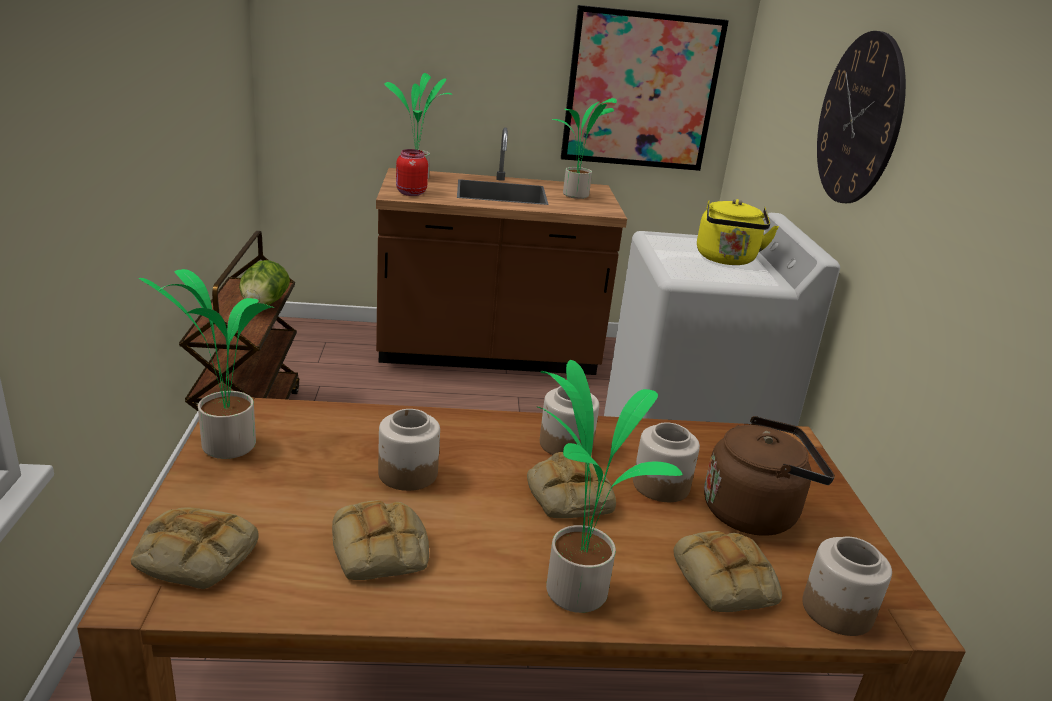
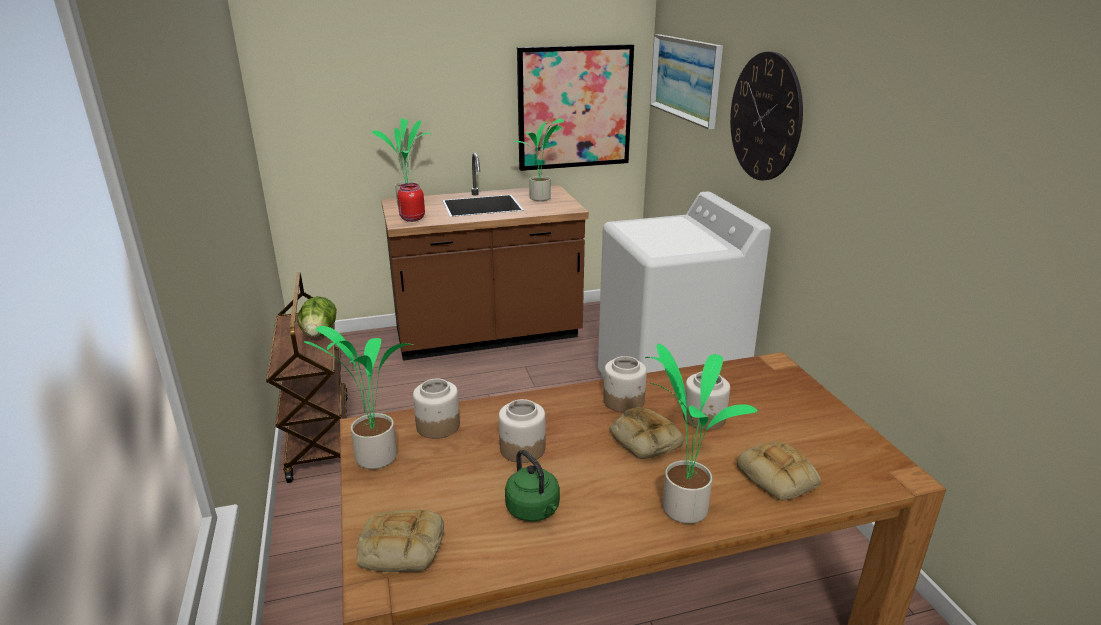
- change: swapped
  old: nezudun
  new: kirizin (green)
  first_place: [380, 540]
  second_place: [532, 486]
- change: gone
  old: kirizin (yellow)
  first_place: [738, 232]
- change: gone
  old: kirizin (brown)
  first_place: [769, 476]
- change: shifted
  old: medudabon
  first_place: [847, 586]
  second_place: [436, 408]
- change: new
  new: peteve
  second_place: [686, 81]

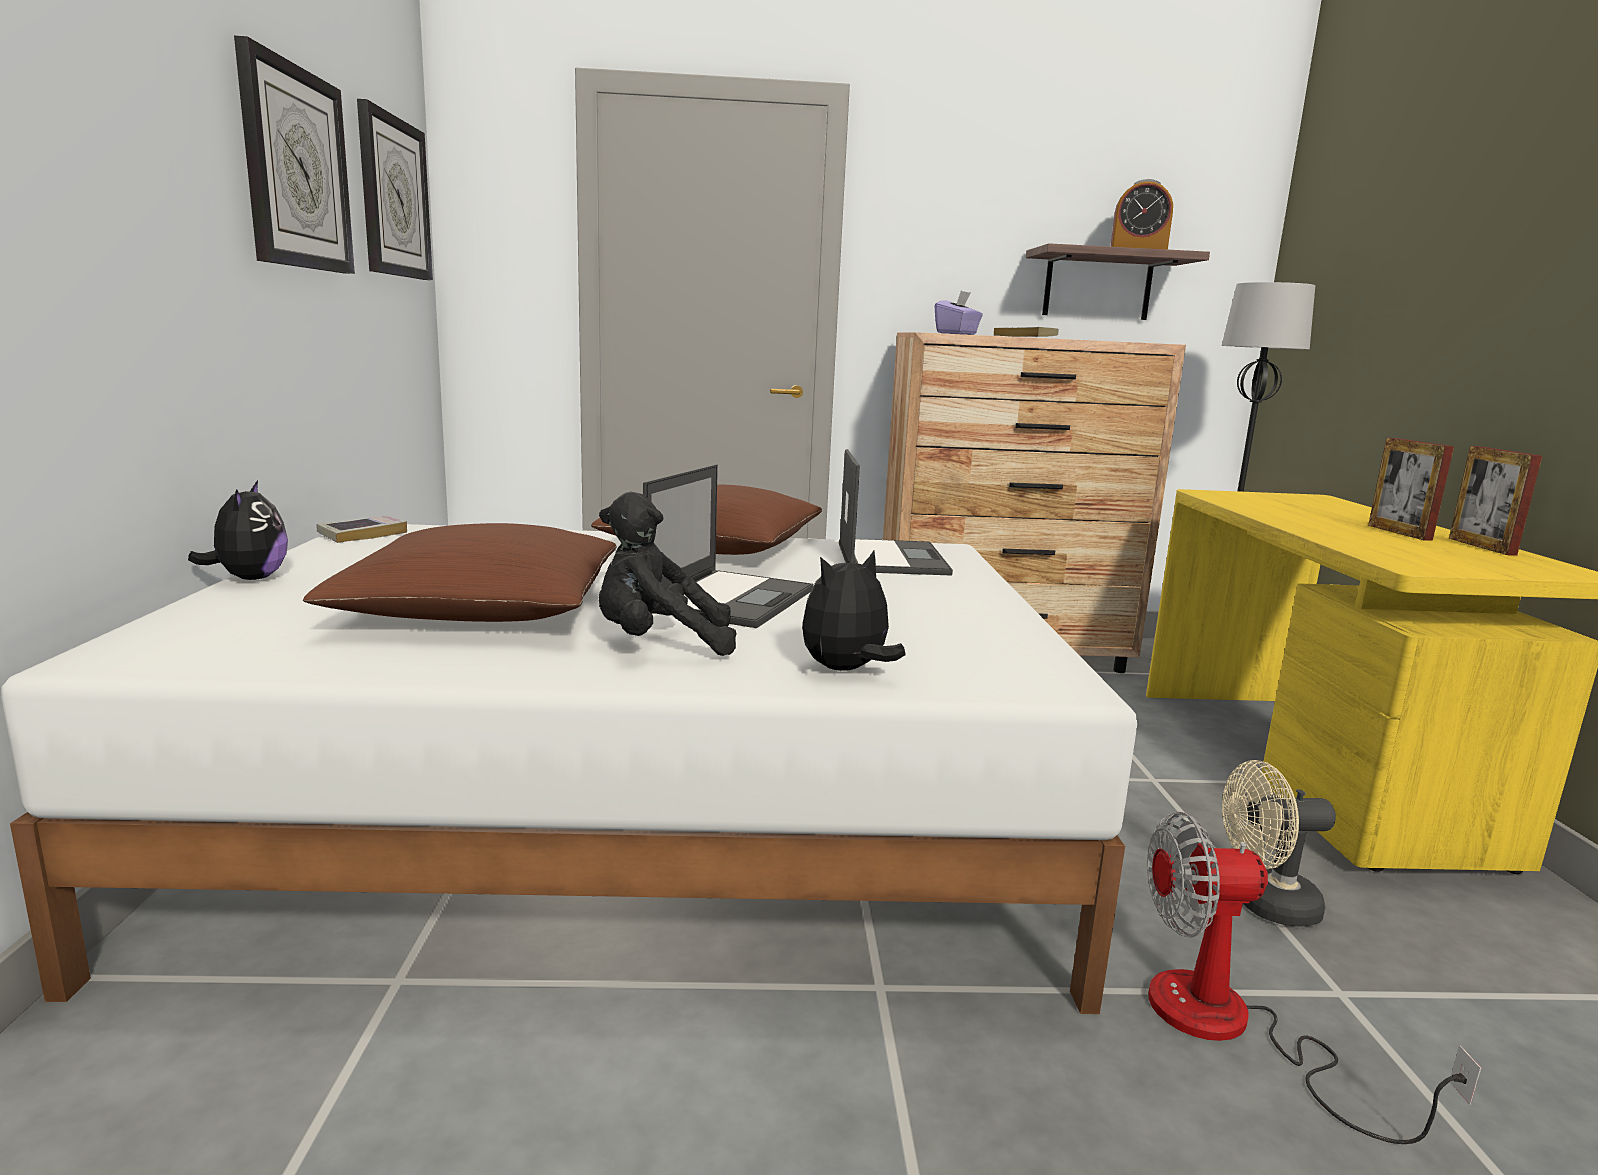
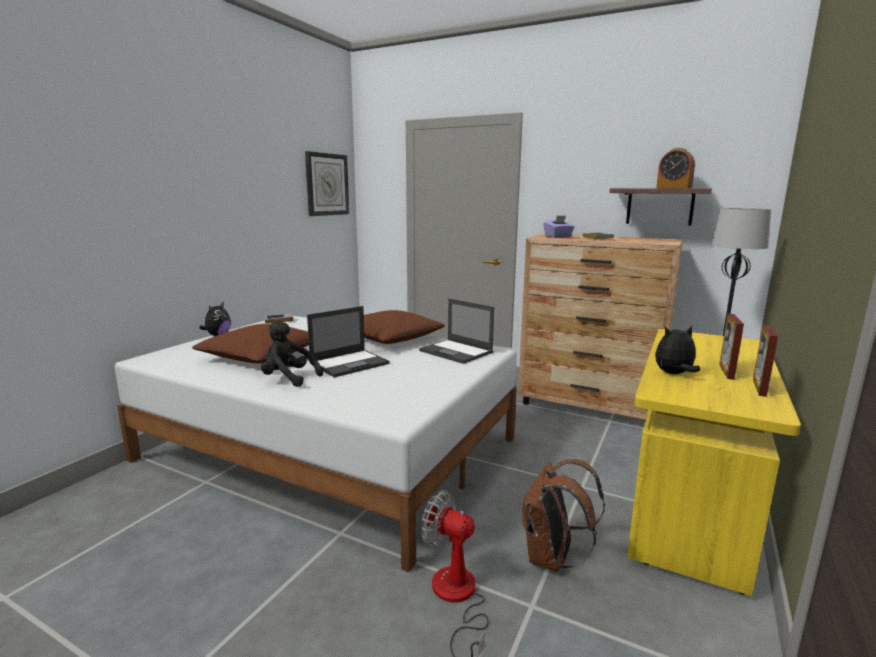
- change: gone
  old: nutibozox
  first_place: [294, 155]
- change: shifted
  old: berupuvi
  first_place: [853, 611]
  second_place: [677, 350]
- change: rotated
  old: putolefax
  first_place: [896, 512]
  second_place: [456, 331]
  degrees: 105
- change: swapped
  old: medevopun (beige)
  new: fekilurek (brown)
  first_place: [1279, 843]
  second_place: [563, 515]

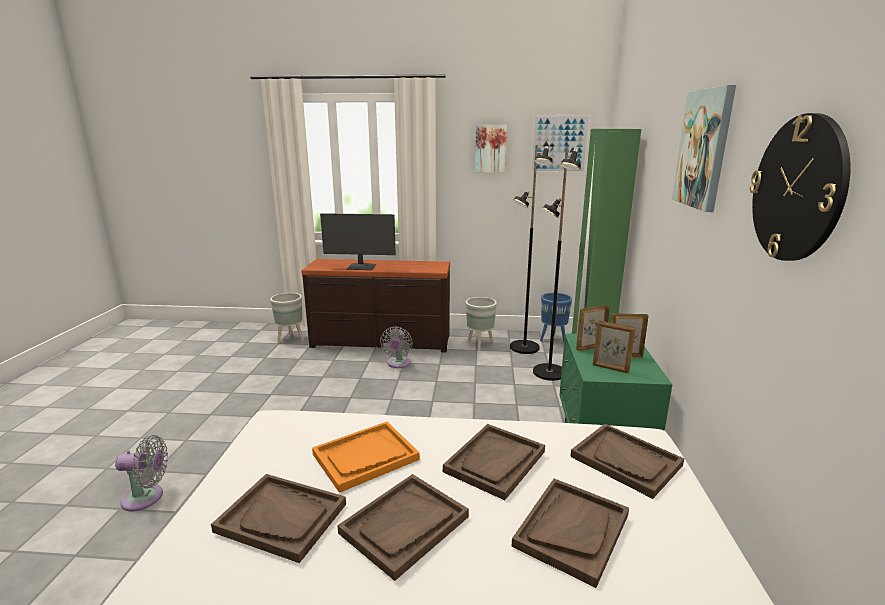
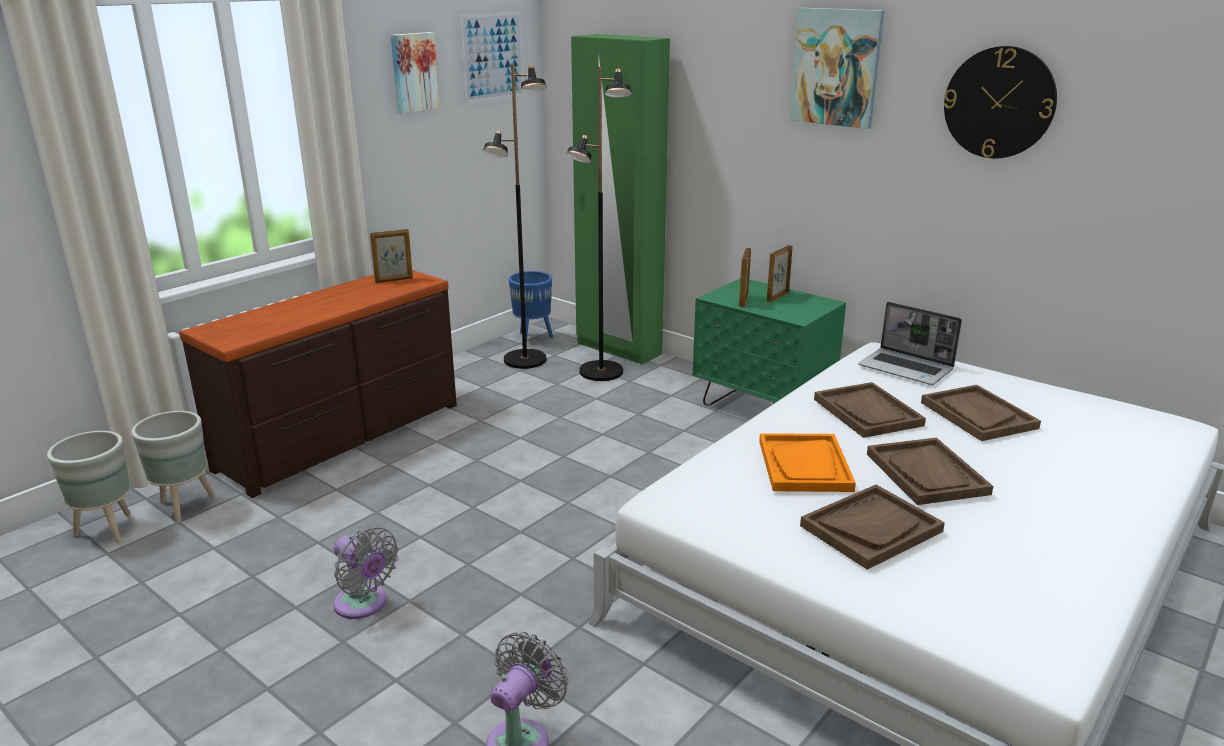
- change: gone
  old: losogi
  first_place: [358, 241]
- change: shifted
  old: medevopun (grey)
  first_place: [396, 347]
  second_place: [366, 573]
- change: shifted
  old: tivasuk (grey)
  first_place: [481, 324]
  second_place: [89, 487]
- change: swapped
  old: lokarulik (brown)
  new: putolefax
  first_place: [627, 461]
  second_place: [910, 343]
- change: shifted
  old: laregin
  first_place: [614, 346]
  second_place: [391, 256]

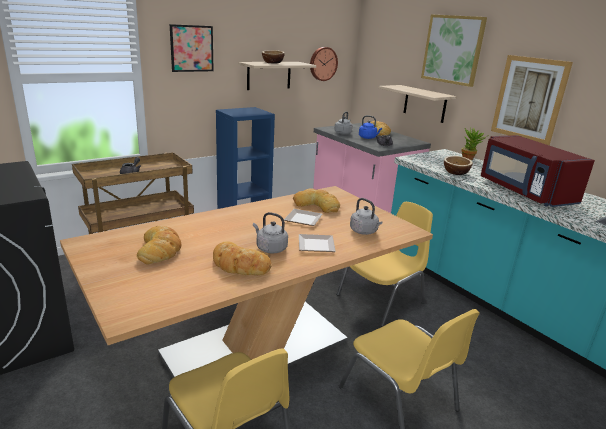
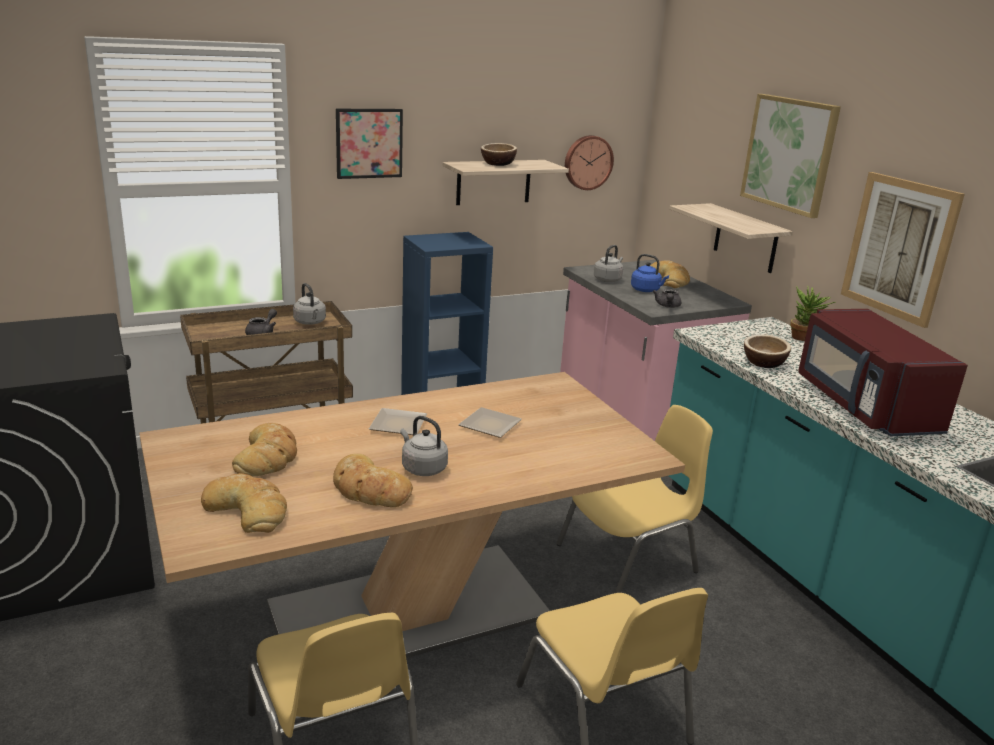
- change: shifted
  old: nezudun
  first_place: [316, 201]
  second_place: [244, 503]
- change: shifted
  old: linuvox
  first_place: [317, 243]
  second_place: [398, 421]
- change: shifted
  old: kirizin (grey)
  first_place: [366, 216]
  second_place: [309, 304]

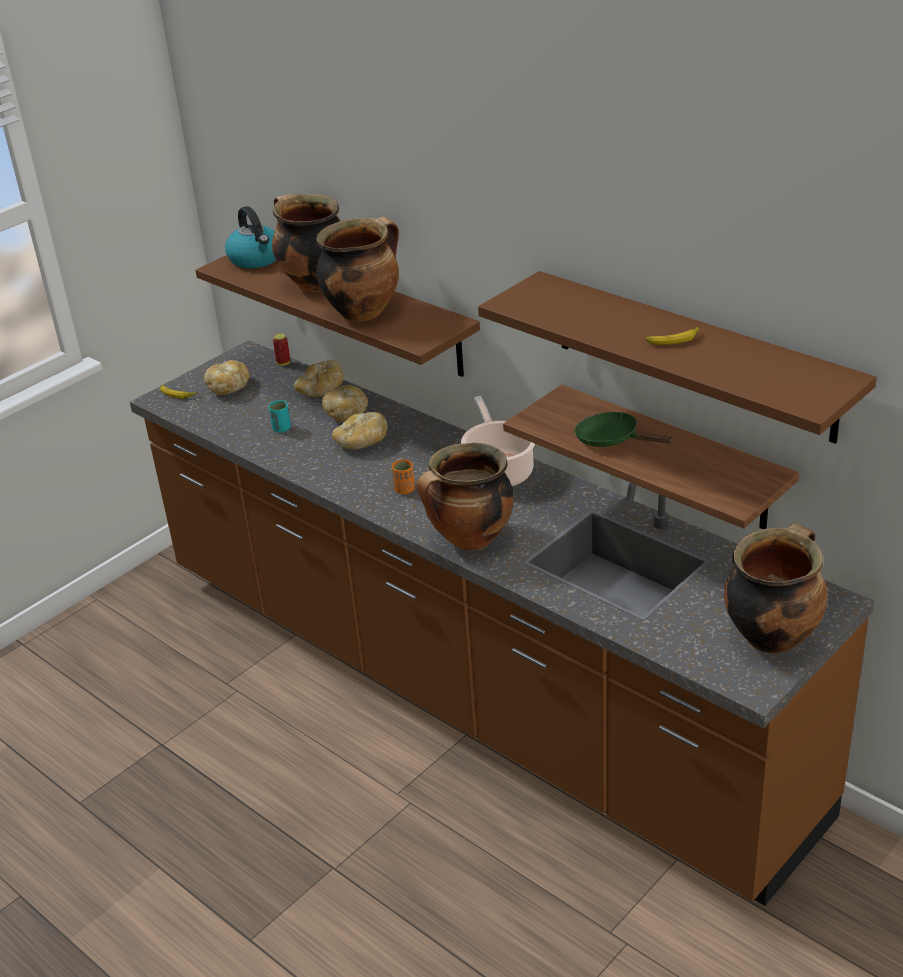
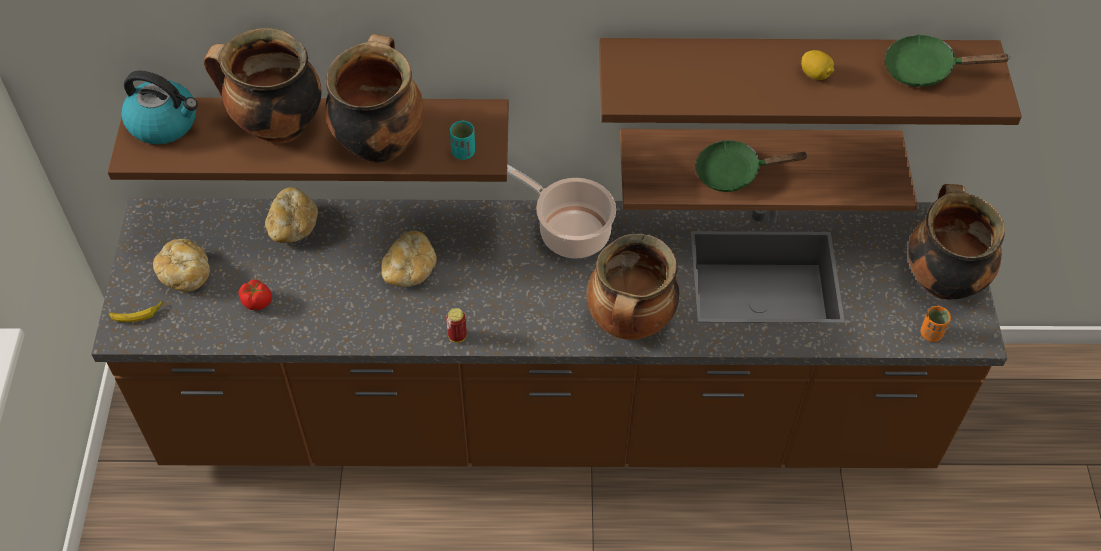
- change: shifted
  old: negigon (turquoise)
  first_place: [279, 416]
  second_place: [462, 140]
- change: shifted
  old: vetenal
  first_place: [281, 349]
  second_place: [456, 325]
- change: gone
  old: nezudun
  first_place: [345, 403]
- change: shifted
  old: negigon (orange)
  first_place: [403, 476]
  second_place: [936, 324]
- change: swapped
  old: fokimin
  new: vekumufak
  first_place: [672, 336]
  second_place: [817, 65]
- change: new
  new: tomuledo
  second_place: [255, 295]
- change: new
  new: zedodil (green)
  second_place: [948, 60]

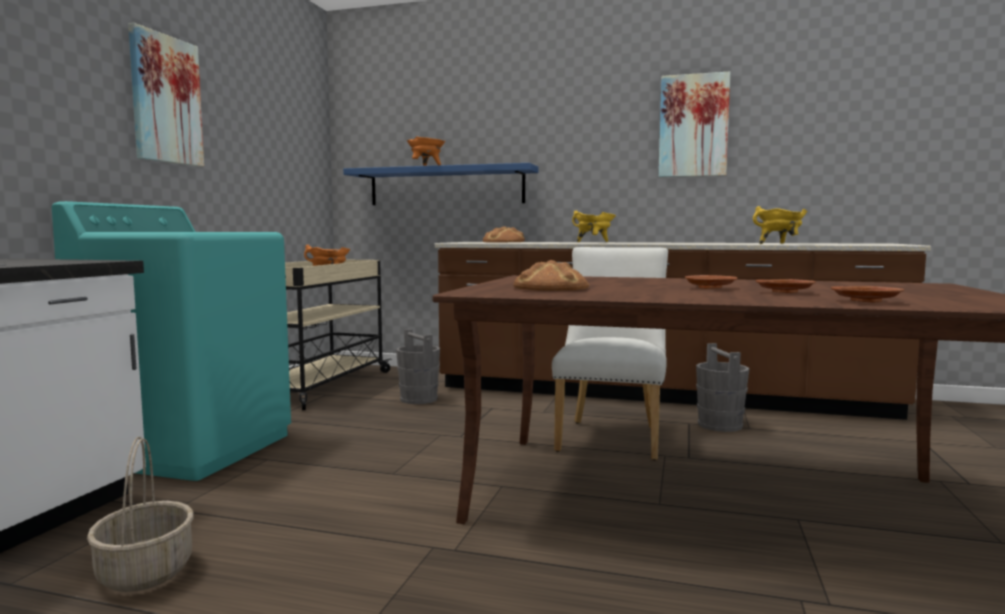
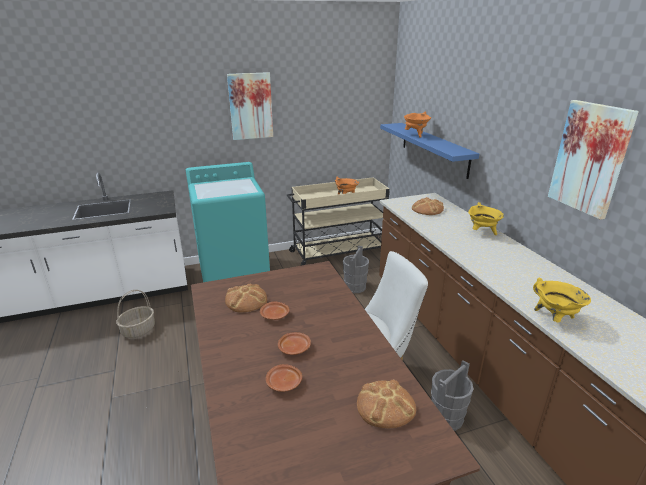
- change: shifted
  old: linuvox (brown)
  first_place: [867, 294]
  second_place: [274, 311]
- change: new
  new: nezudun
  second_place: [386, 404]

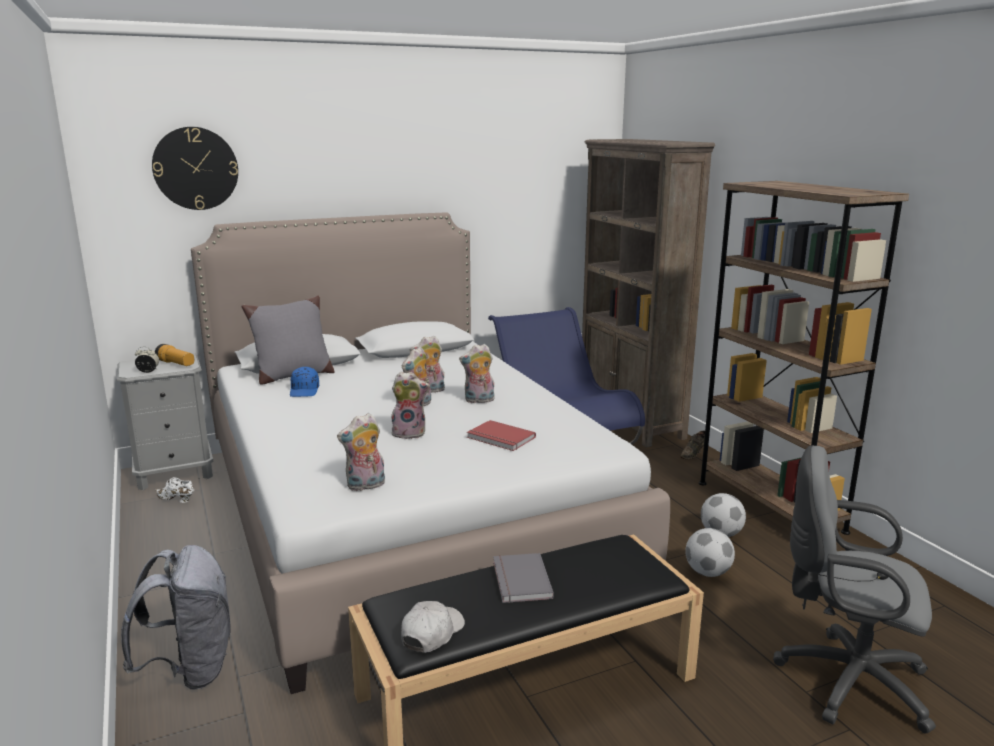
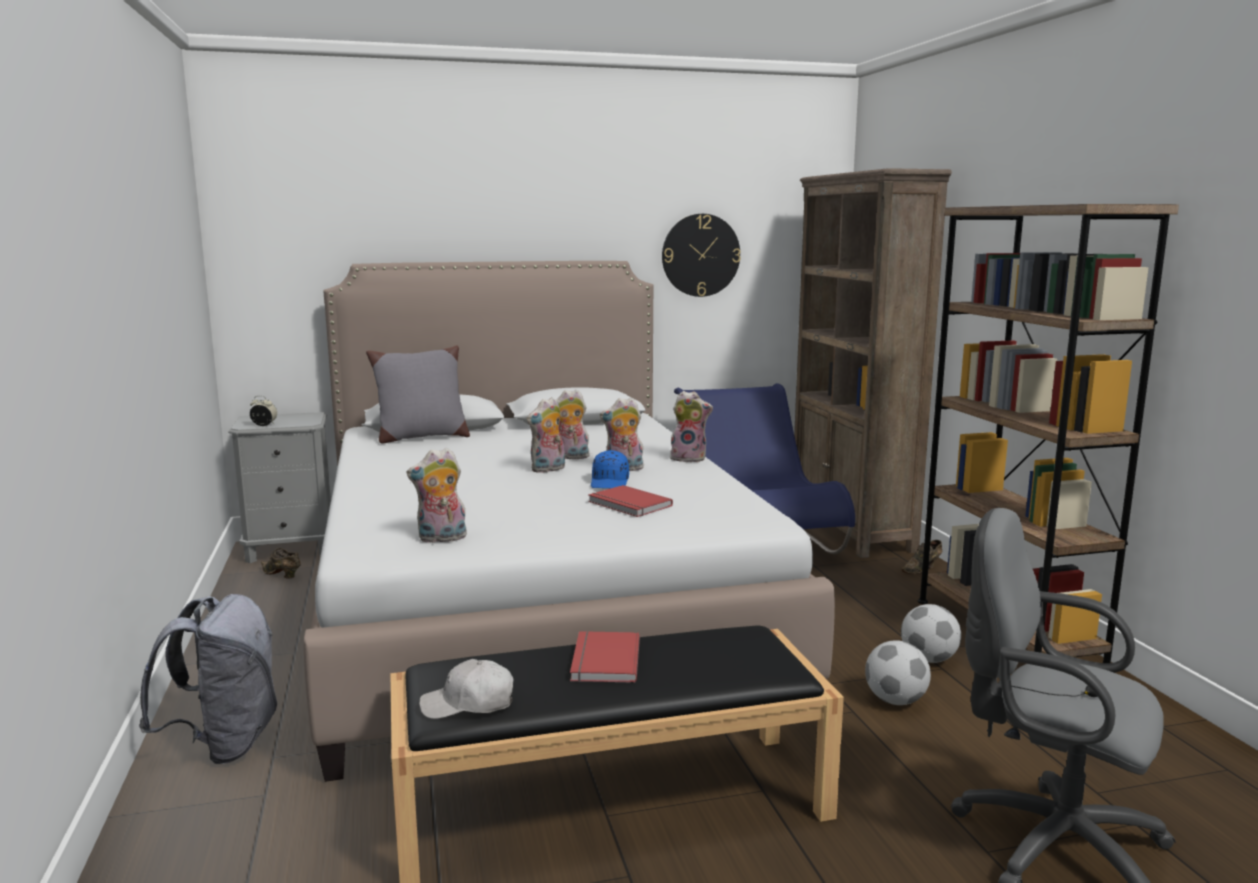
- change: shifted
  old: nutibozox
  first_place: [195, 168]
  second_place: [701, 255]
- change: gone
  old: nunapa
  first_place: [174, 355]
- change: repainted
  old: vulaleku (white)
  new: vulaleku (brown)
  first_place: [174, 490]
  second_place: [281, 563]
- change: shifted
  old: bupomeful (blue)
  first_place: [304, 382]
  second_place: [610, 469]
- change: shifted
  old: berupuvi
  first_place: [410, 405]
  second_place: [691, 426]
- change: rotated
  old: bupomeful (white)
  first_place: [433, 627]
  second_place: [466, 689]
  degrees: -135
- change: repainted
  old: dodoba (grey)
  new: dodoba (red)
  first_place: [523, 578]
  second_place: [605, 657]

